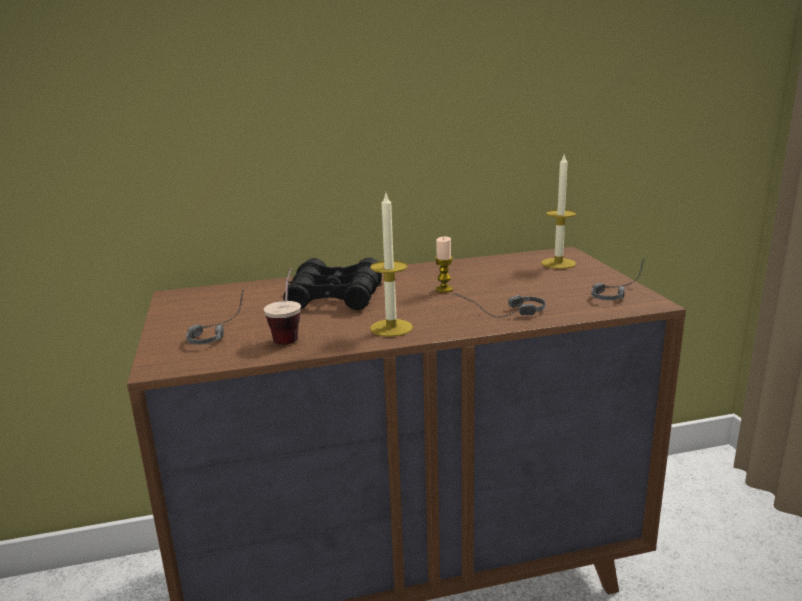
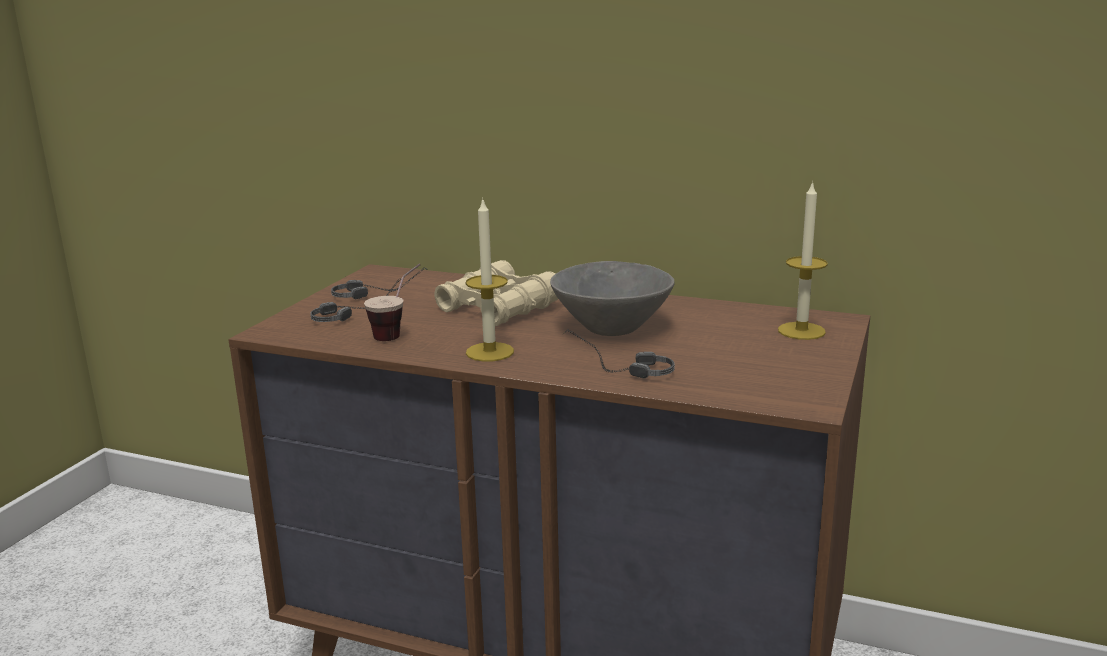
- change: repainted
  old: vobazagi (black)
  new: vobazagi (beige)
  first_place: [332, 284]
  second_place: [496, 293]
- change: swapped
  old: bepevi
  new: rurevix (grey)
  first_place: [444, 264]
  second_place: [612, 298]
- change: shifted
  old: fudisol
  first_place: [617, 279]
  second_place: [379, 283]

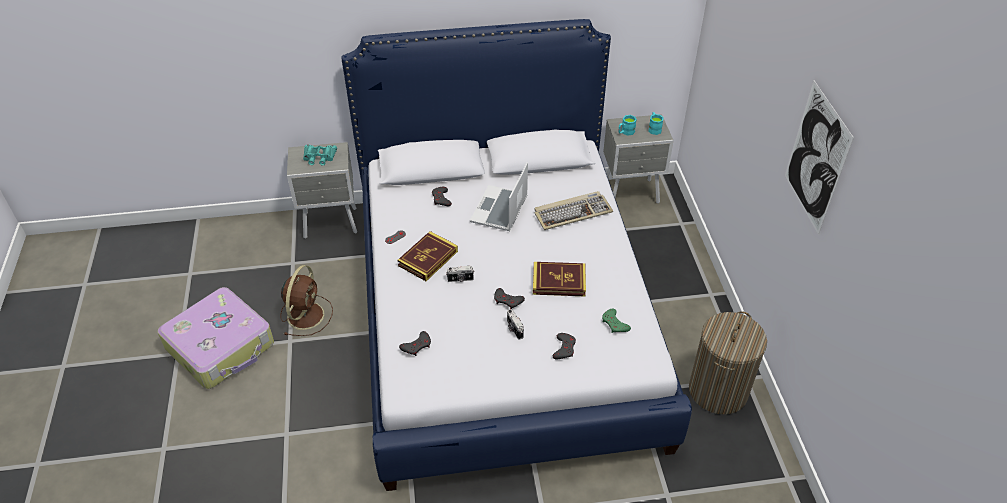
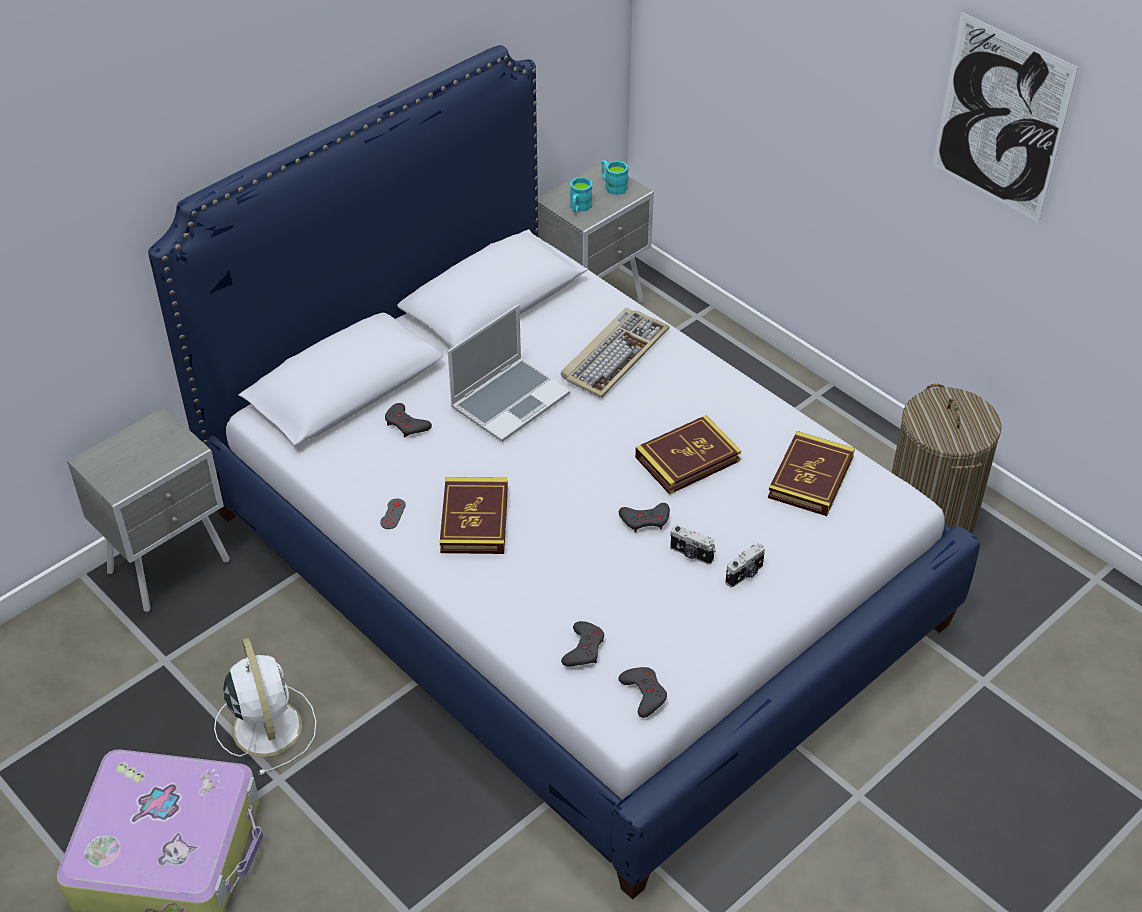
- change: repainted
  old: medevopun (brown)
  new: medevopun (white)
  first_place: [307, 300]
  second_place: [265, 706]
- change: gone
  old: vobazagi (turquoise)
  first_place: [320, 154]
- change: shifted
  old: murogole
  first_place: [460, 274]
  second_place: [745, 565]
- change: rotated
  old: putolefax
  first_place: [499, 196]
  second_place: [509, 373]
  degrees: -120
- change: shifted
  old: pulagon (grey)
  first_place: [564, 346]
  second_place: [642, 692]
- change: swapped
  old: pulagon (green)
  new: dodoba
  first_place: [616, 321]
  second_place: [811, 473]

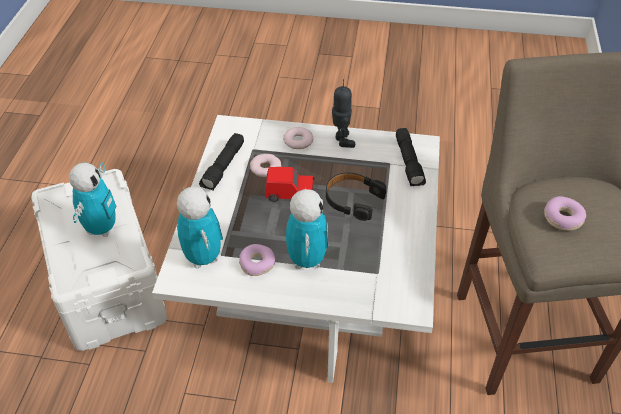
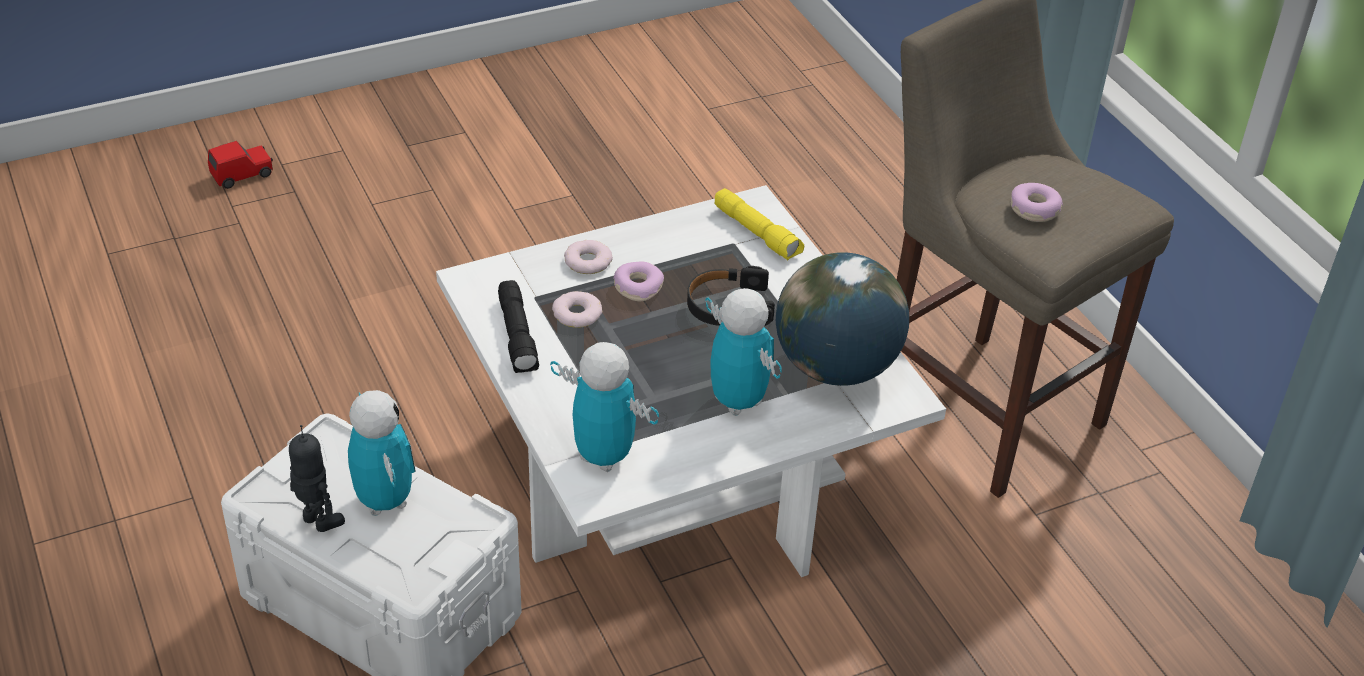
- change: shifted
  old: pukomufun
  first_place: [257, 260]
  second_place: [638, 281]
- change: shifted
  old: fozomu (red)
  first_place: [289, 184]
  second_place: [240, 165]
- change: shifted
  old: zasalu
  first_place: [343, 113]
  second_place: [317, 478]
- change: repainted
  old: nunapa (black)
  new: nunapa (yellow)
  first_place: [411, 157]
  second_place: [759, 224]
- change: new
  new: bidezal
  second_place: [842, 319]

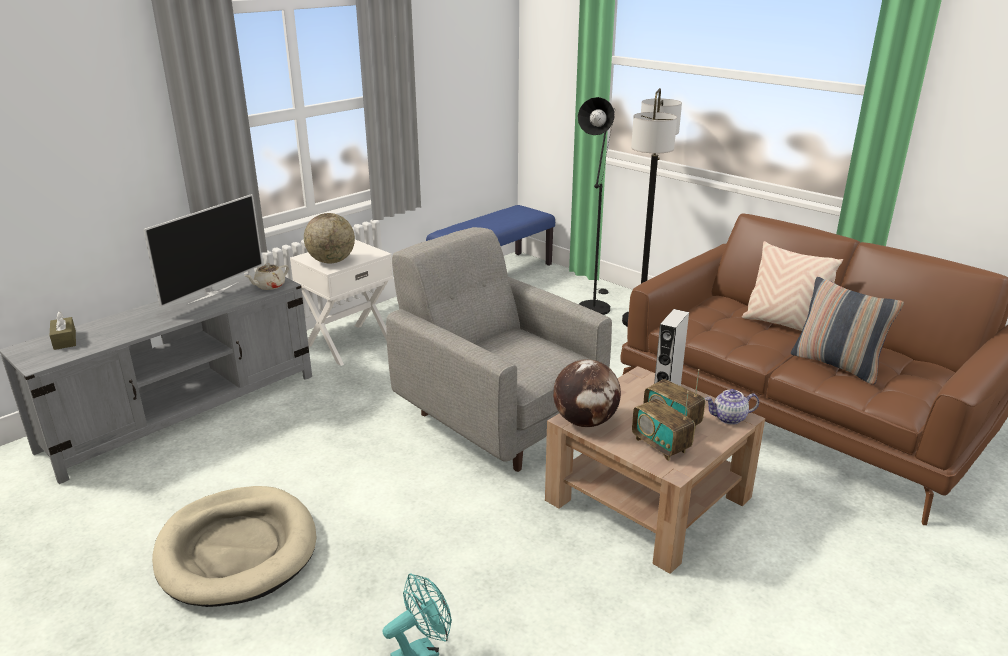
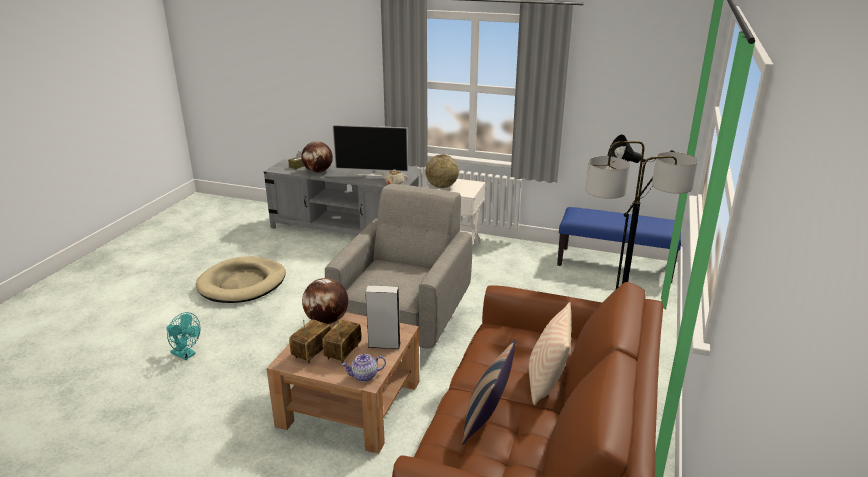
- change: rotated
  old: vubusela
  first_place: [732, 407]
  second_place: [364, 368]
  degrees: -75
- change: new
  new: bidezal
  second_place: [317, 157]

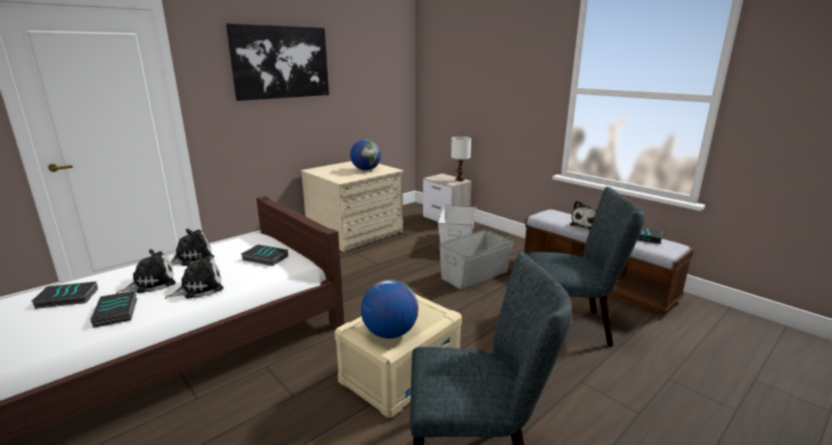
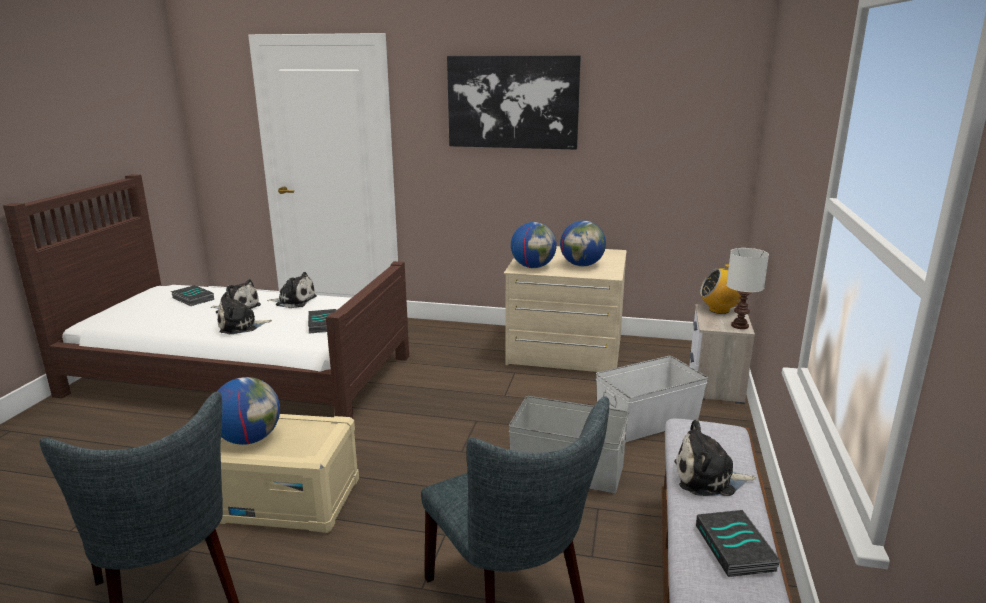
- change: gone
  old: dodoba
  first_place: [113, 309]
- change: rotated
  old: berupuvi
  first_place: [194, 276]
  second_place: [244, 313]
  degrees: 135
- change: new
  new: bidezal
  second_place: [534, 245]
- change: new
  new: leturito
  second_place: [720, 289]

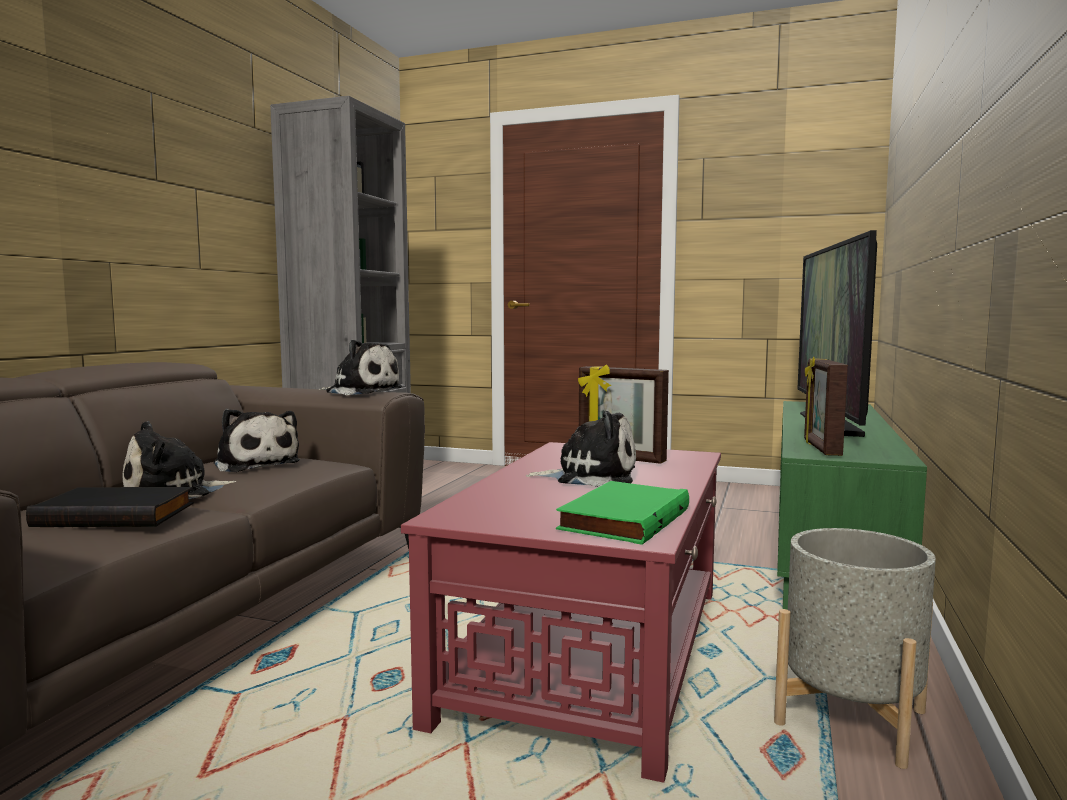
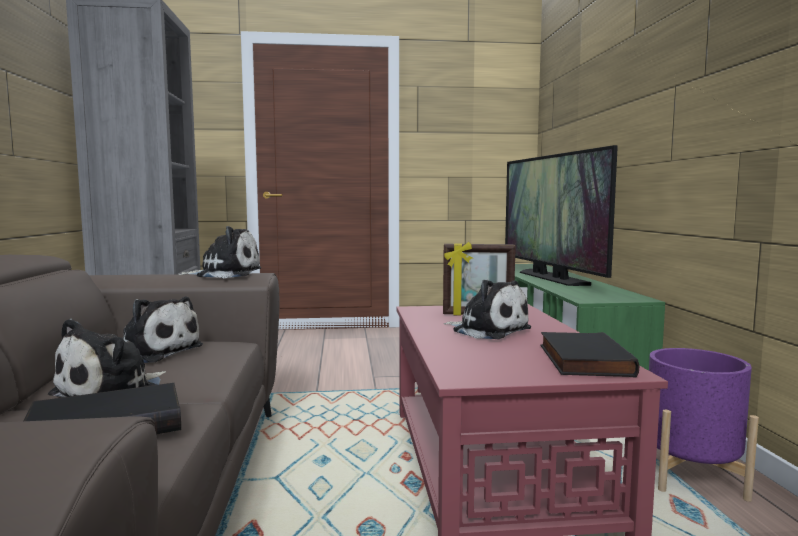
- change: rotated
  old: berupuvi
  first_place: [581, 449]
  second_place: [487, 309]
  degrees: 60
- change: repainted
  old: dodoba (green)
  new: dodoba (black)
  first_place: [622, 513]
  second_place: [589, 354]
- change: repainted
  old: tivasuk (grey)
  new: tivasuk (purple)
  first_place: [855, 648]
  second_place: [704, 425]
- change: gone
  old: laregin
  first_place: [826, 406]

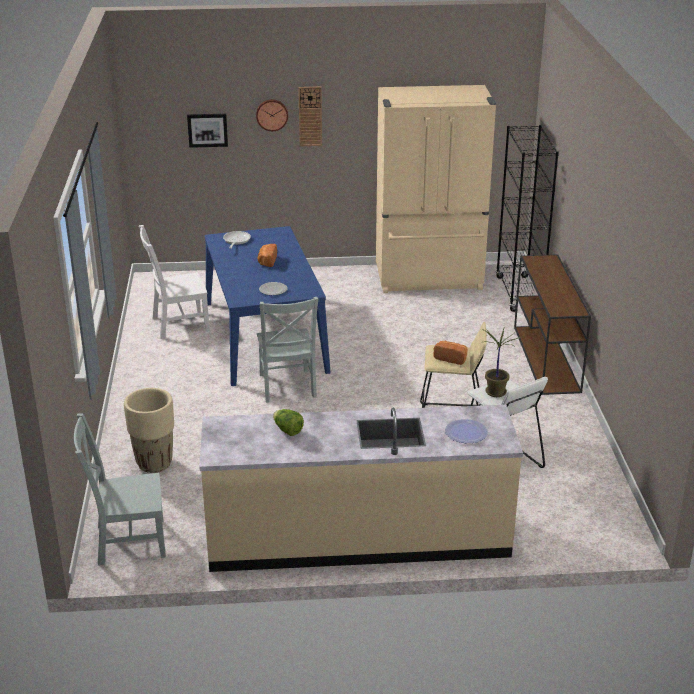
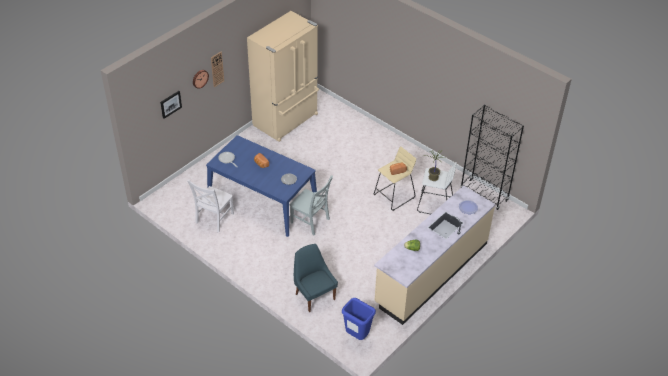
- change: swapped
  old: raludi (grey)
  new: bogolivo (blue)
  first_place: [120, 489]
  second_place: [359, 319]
- change: swapped
  old: tivasuk (beige)
  new: raludi (blue)
  first_place: [149, 430]
  second_place: [316, 278]
- change: shifted
  old: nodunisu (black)
  first_place: [527, 218]
  second_place: [492, 157]
- change: gone
  old: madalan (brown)
  first_place: [552, 324]

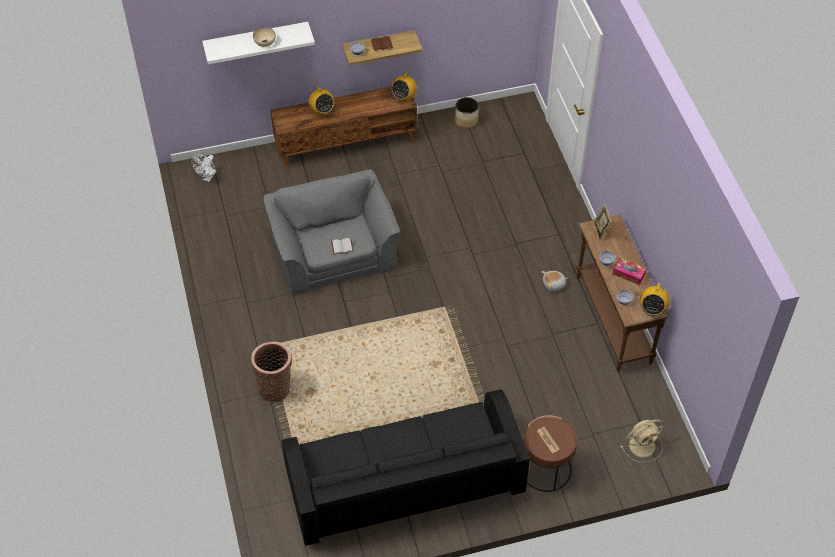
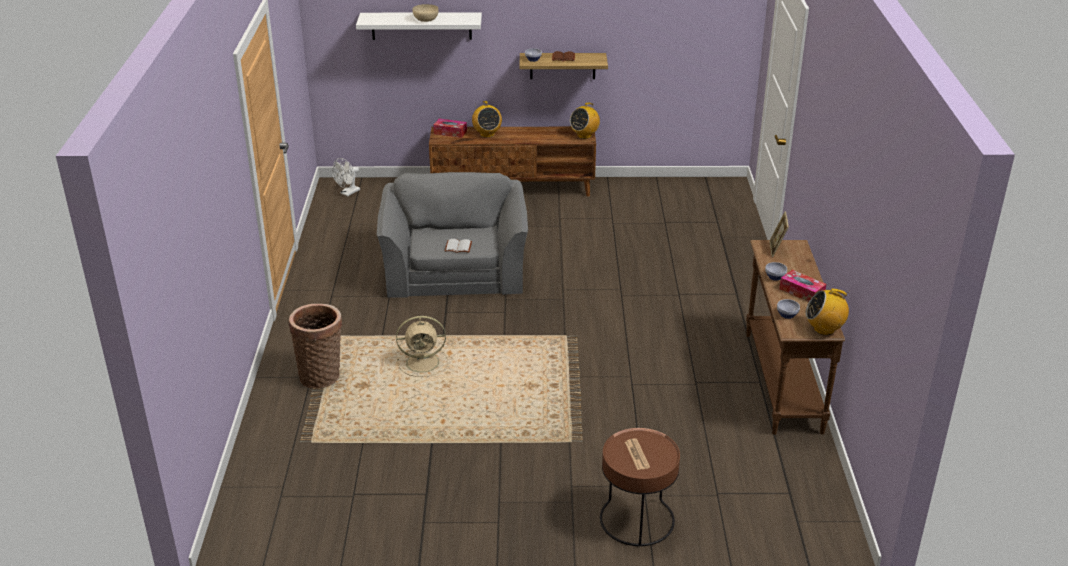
- change: gone
  old: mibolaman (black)
  first_place: [406, 467]
- change: gone
  old: tivasuk
  first_place: [467, 112]
- change: gone
  old: berupuvi
  first_place: [554, 281]
- change: shifted
  old: medevopun (beige)
  first_place: [642, 441]
  second_place: [422, 346]
- change: rotated
  old: leturito
  first_place: [654, 299]
  second_place: [827, 312]
  degrees: 60
- change: new
  new: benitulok
  second_place: [450, 128]

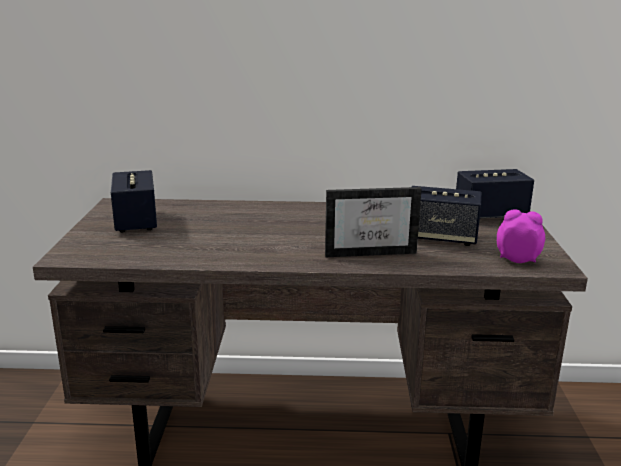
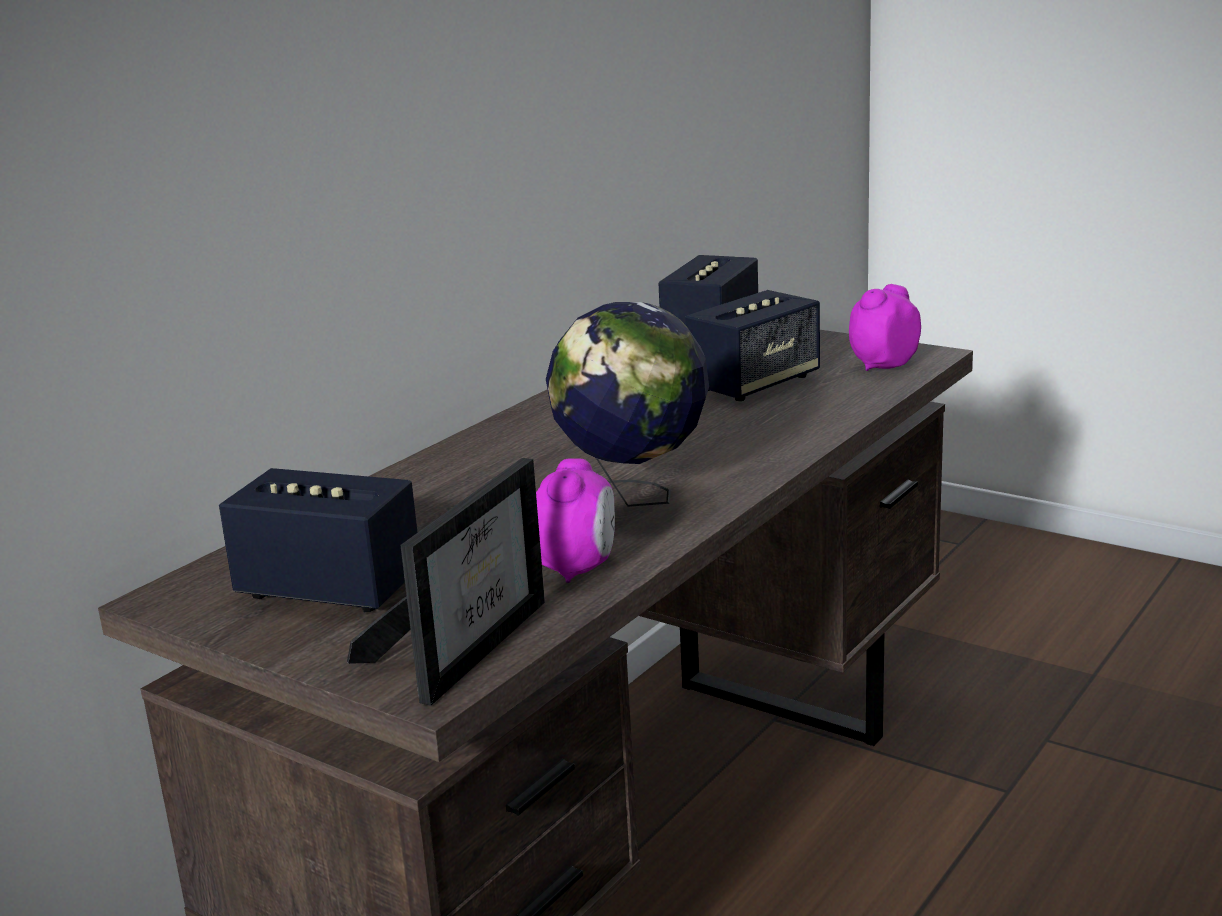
- change: shifted
  old: laregin
  first_place: [373, 222]
  second_place: [446, 582]
- change: new
  new: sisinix
  second_place: [575, 520]
- change: new
  new: bidezal
  second_place: [627, 404]

